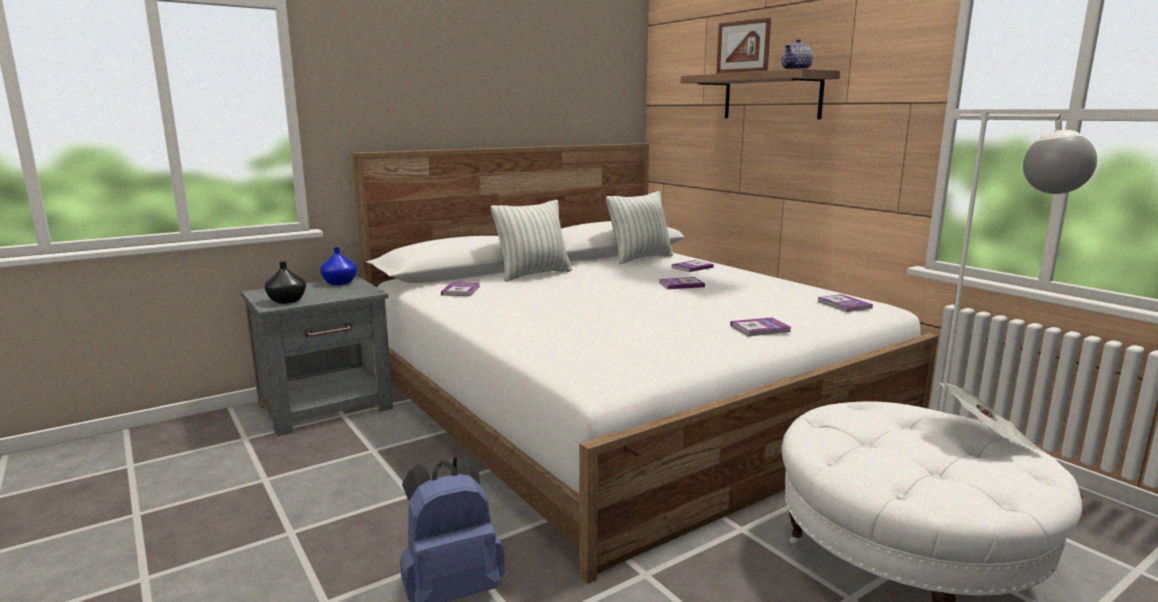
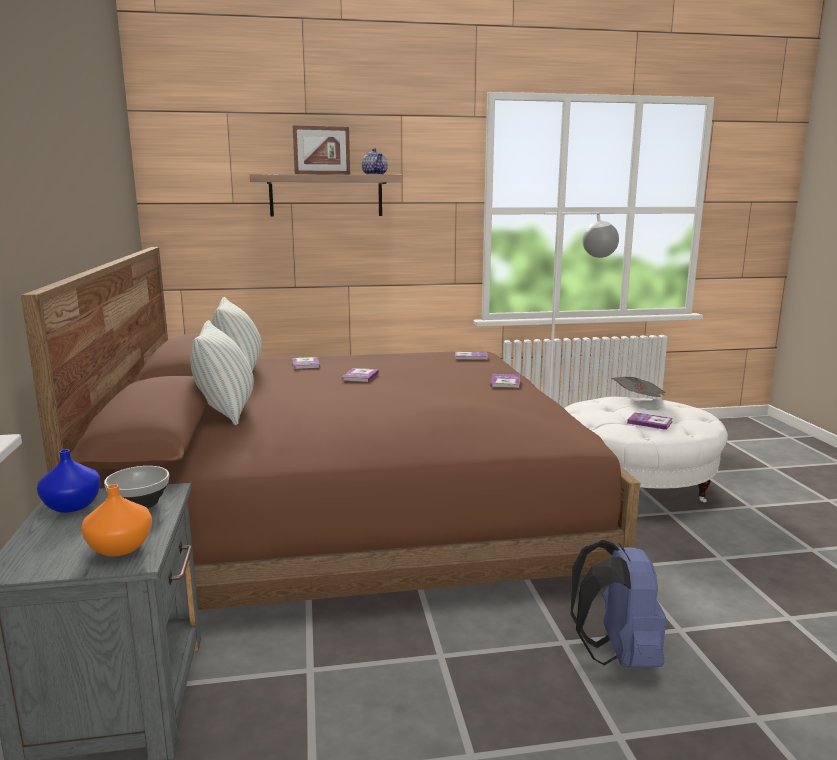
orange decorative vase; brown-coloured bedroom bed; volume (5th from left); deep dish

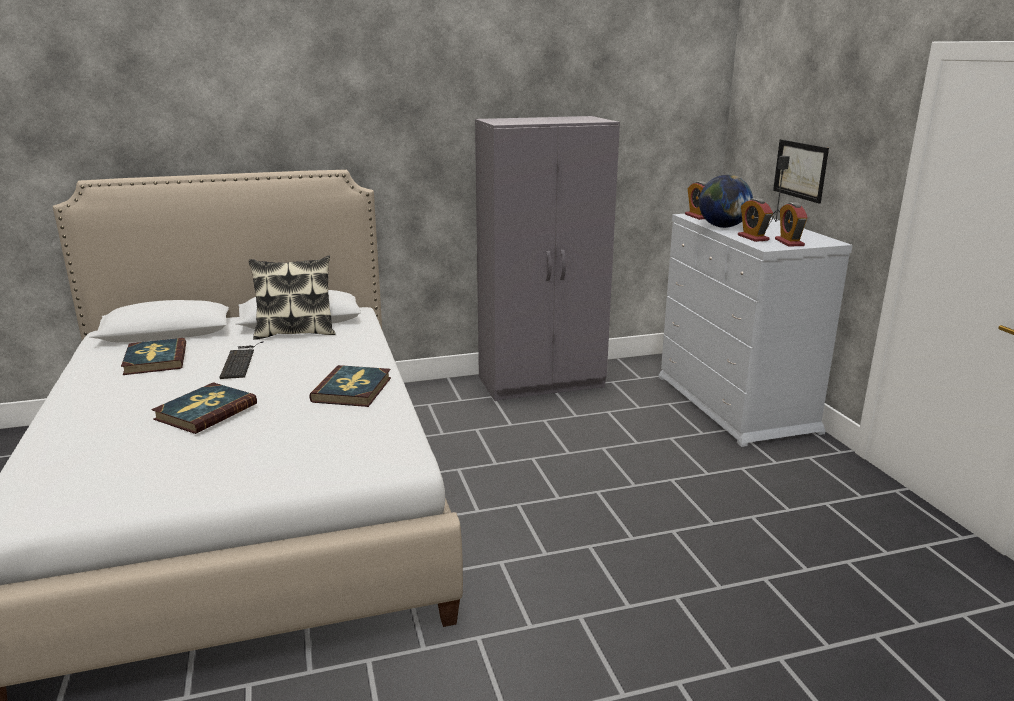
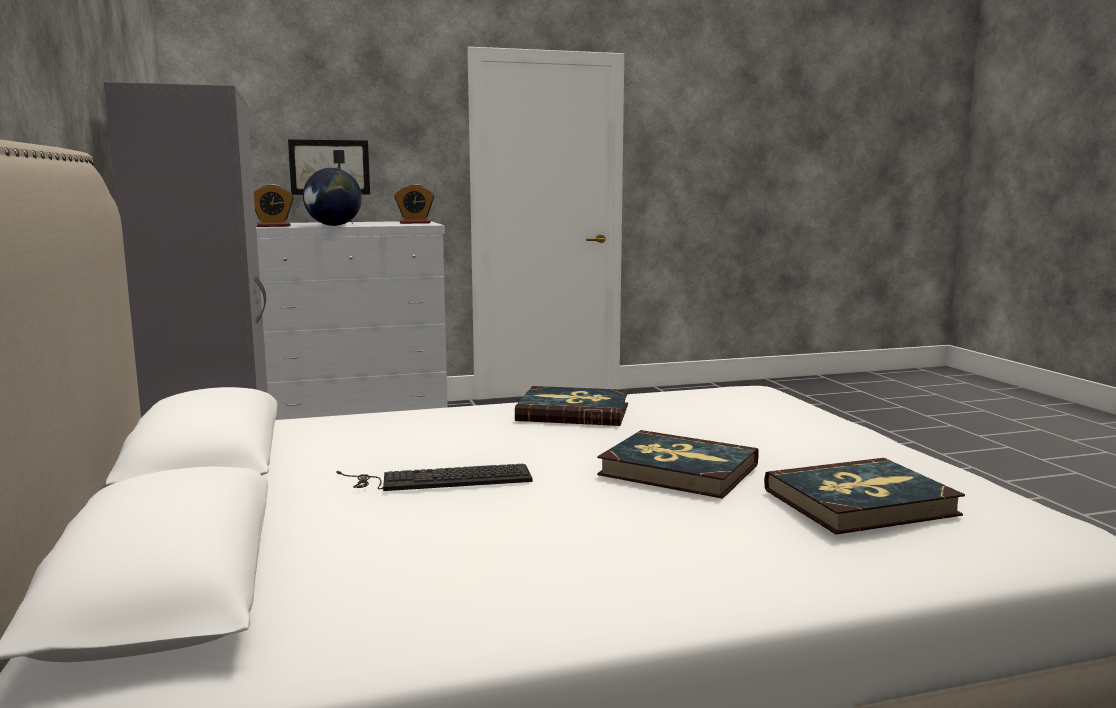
volume (3rd from left); throw pillow; alarm clock (2nd from left in the first image)

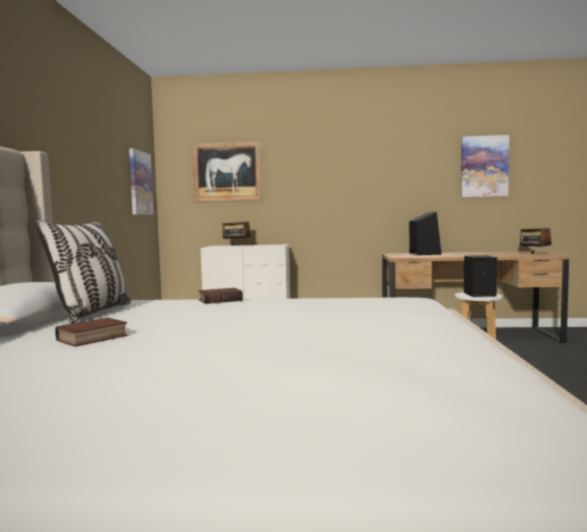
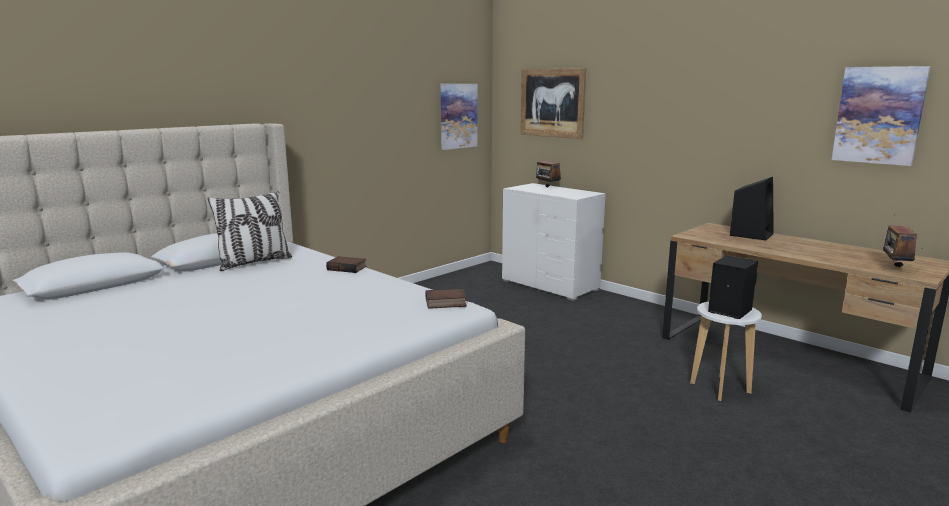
volume (2nd from left)

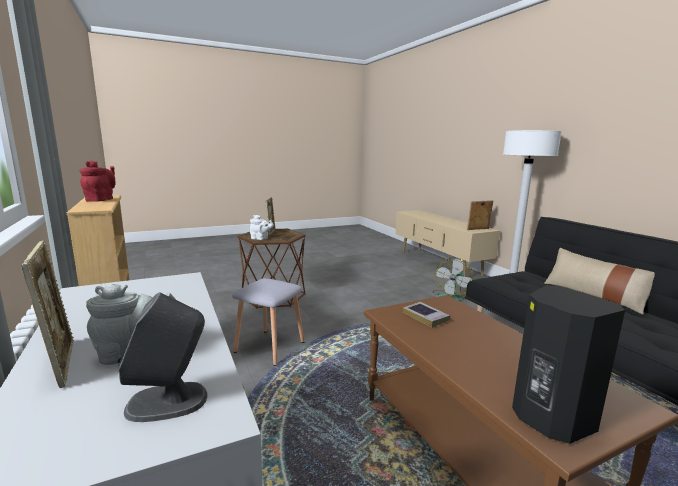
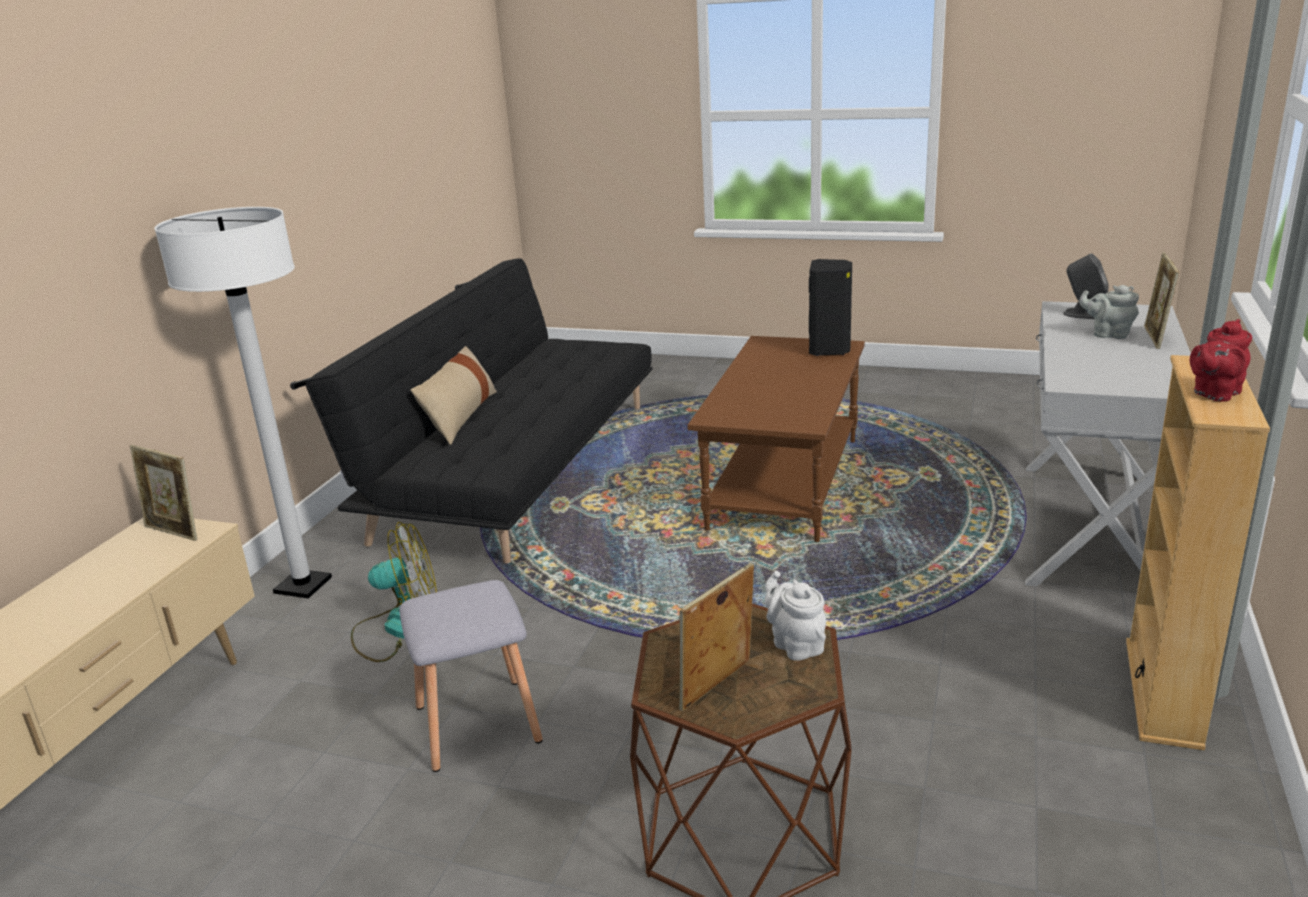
grey stool seat; volume

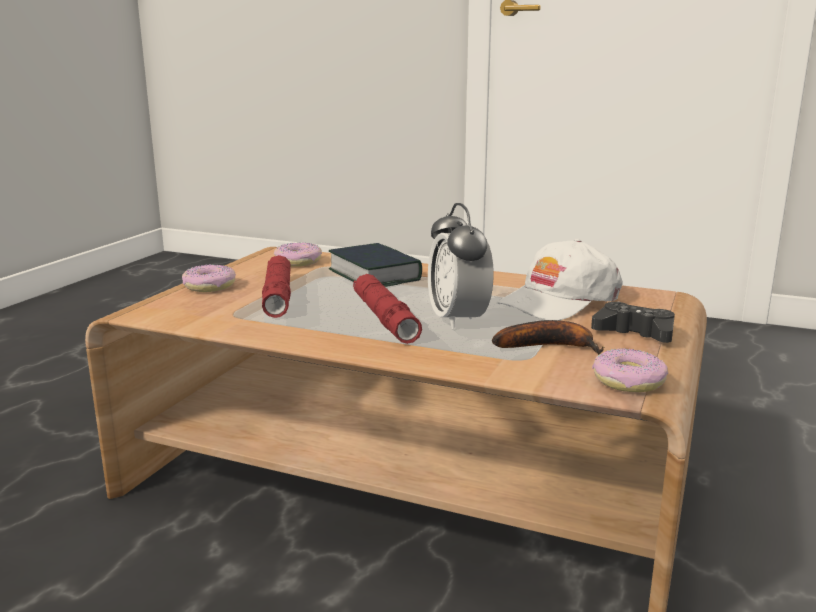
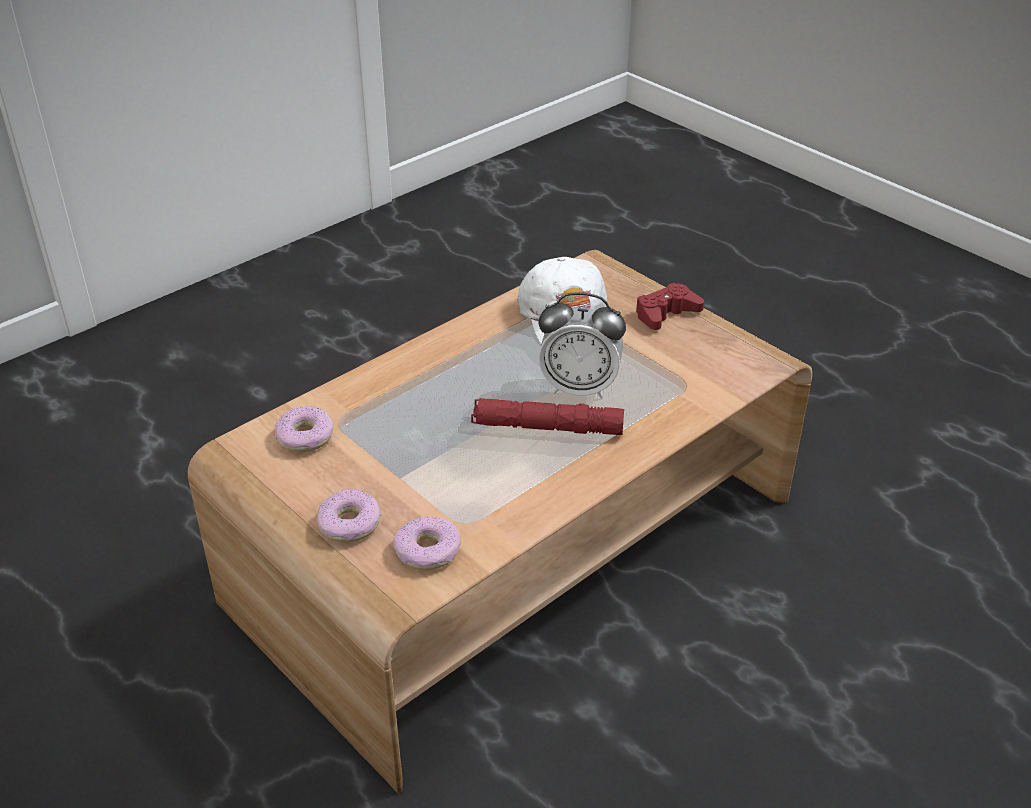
red flashlight (1st from left in the first image); volume; whole banana; red game controller; donut (3rd from left)

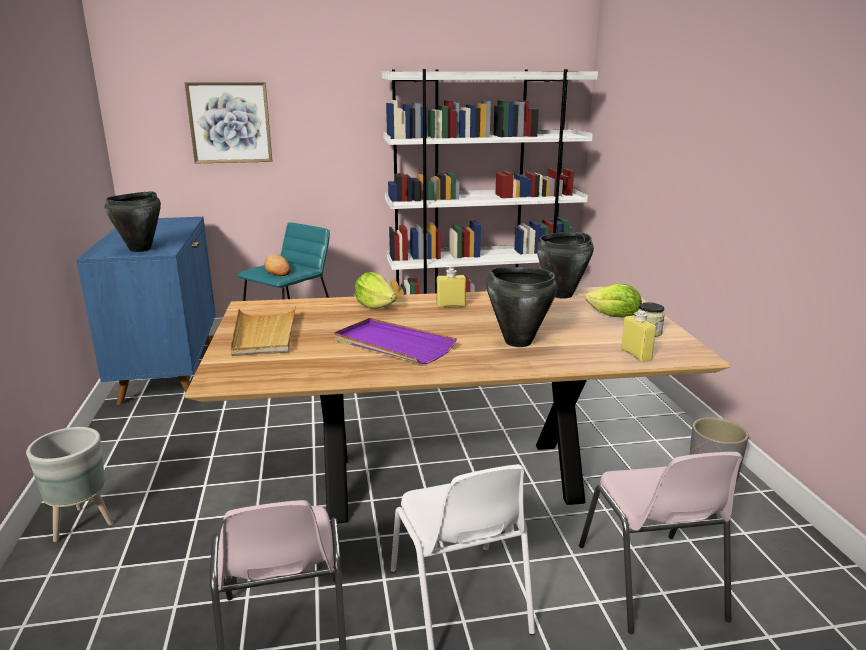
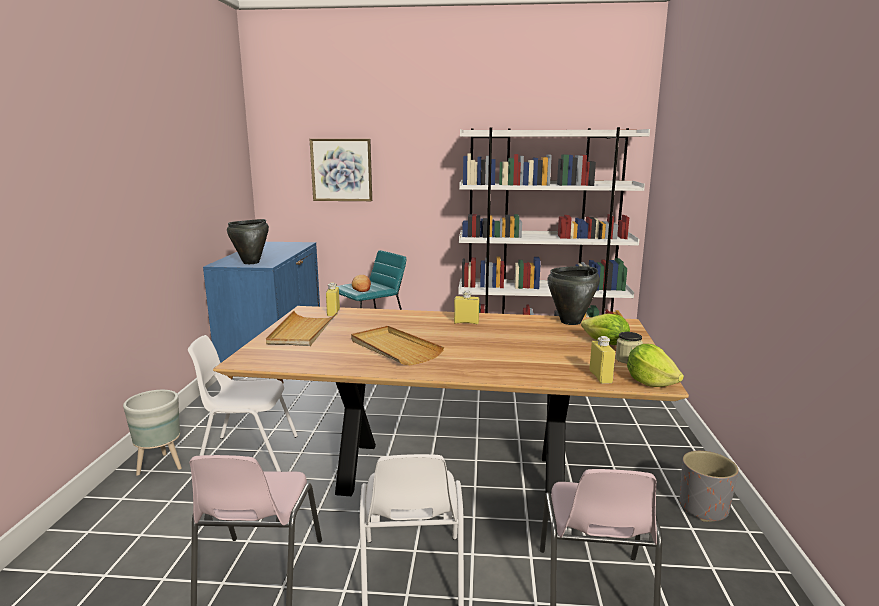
beige carrying tray (2nd from left); lettuce (2nd from left); blackish cooking pot (2nd from left in the first image); white chair (1st from left); yellowish beverage bottle (1st from left)

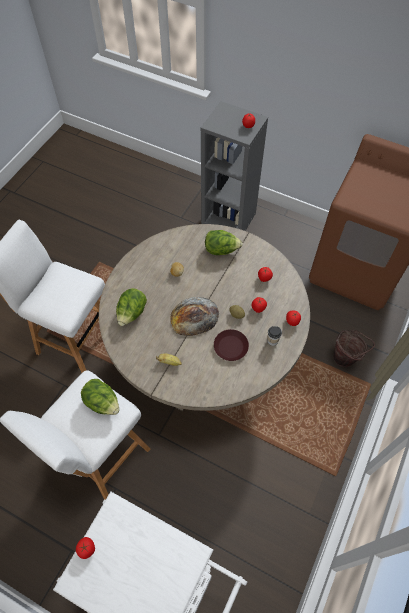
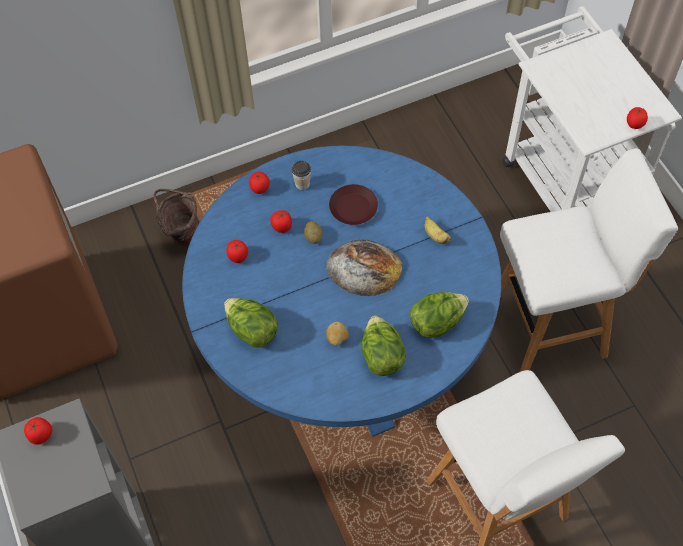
lettuce (2nd from left); blue-coloured kitchen table

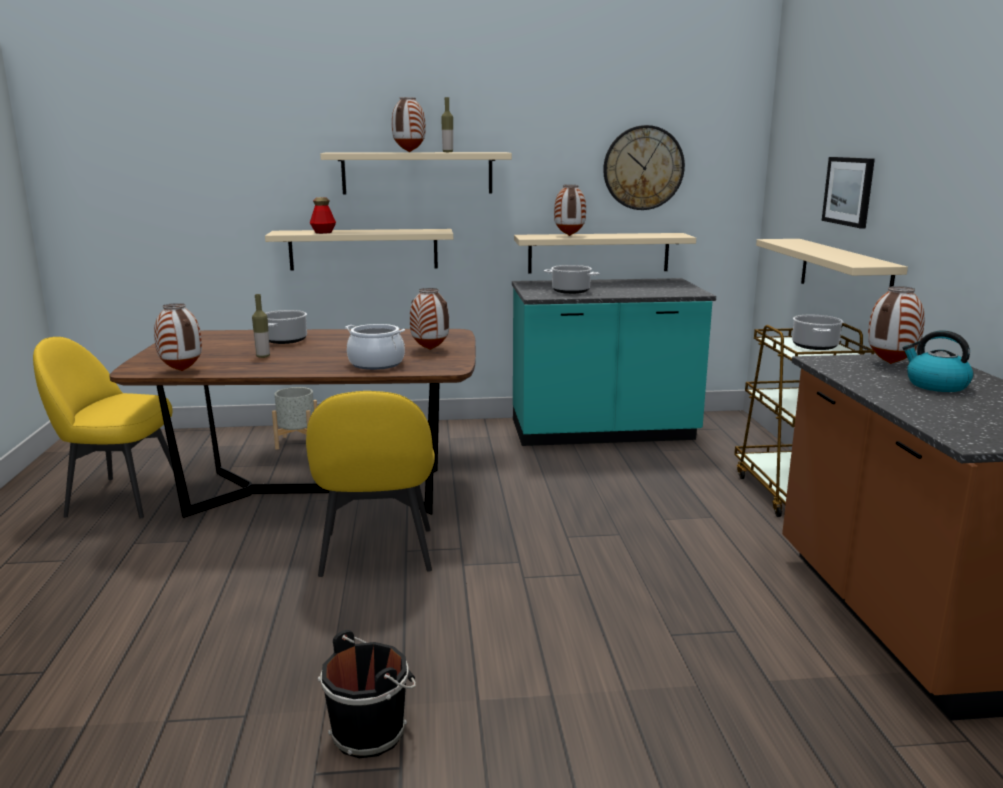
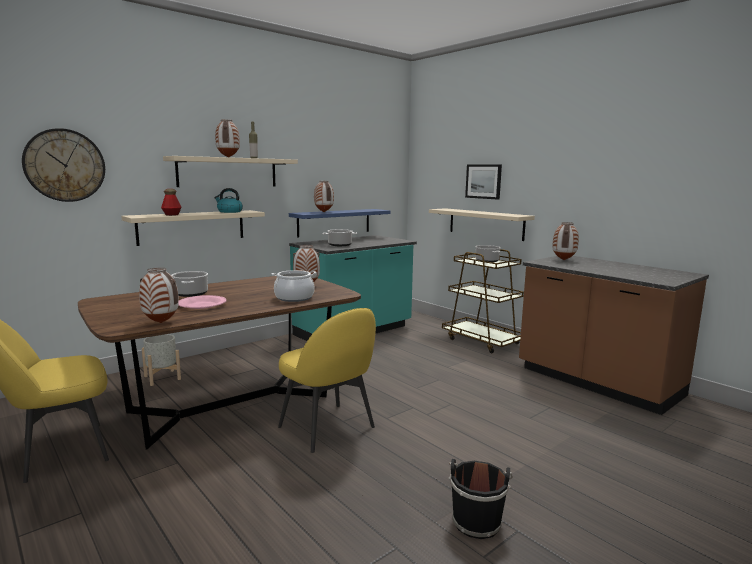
pink plate; blue-coloured bracket shelf; clock on the wall; water kettle

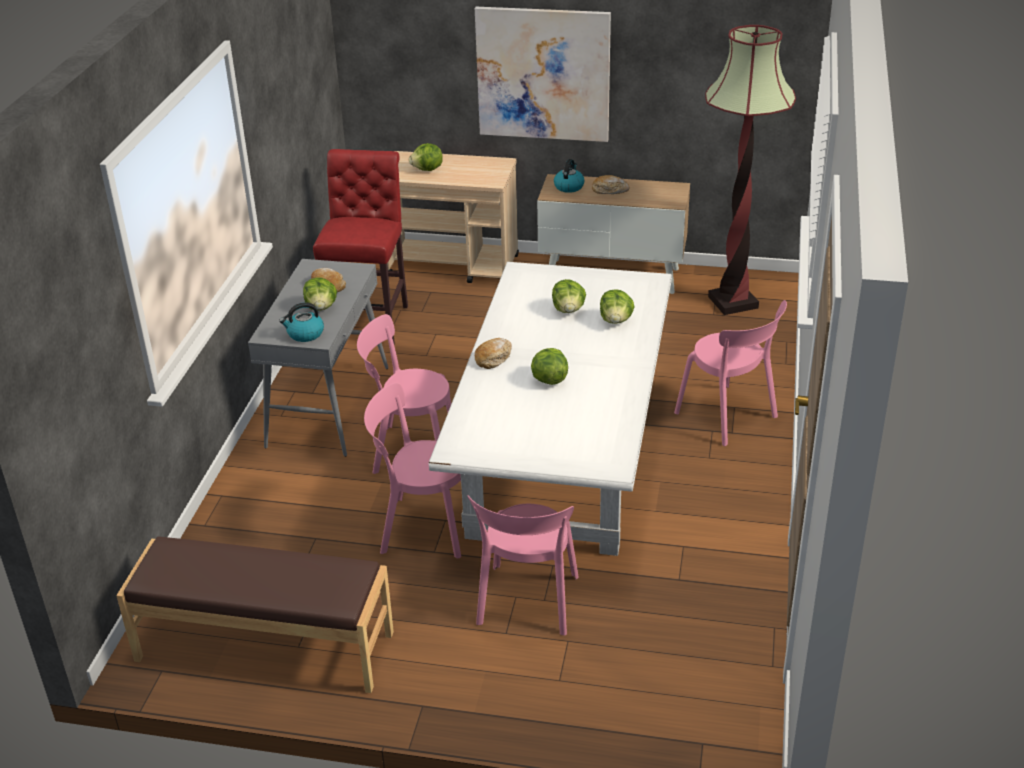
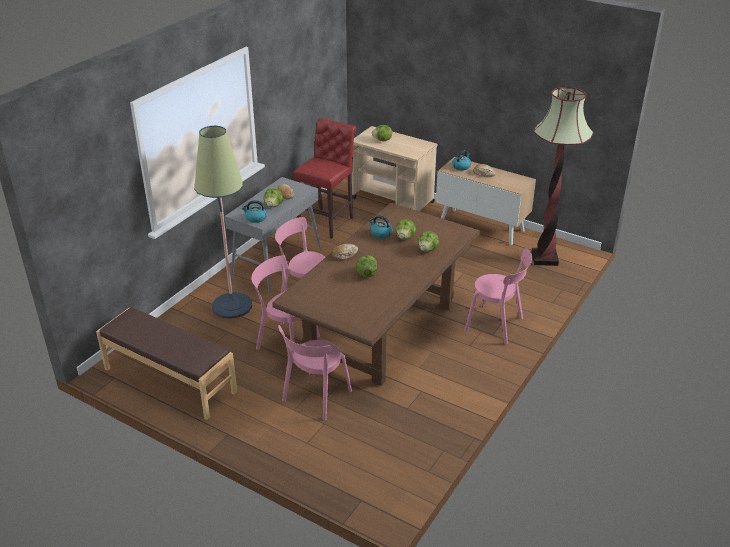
brown-coloured kitchen table; picture; pink chair (4th from left); floor lamp (1st from left); water kettle (2nd from left)

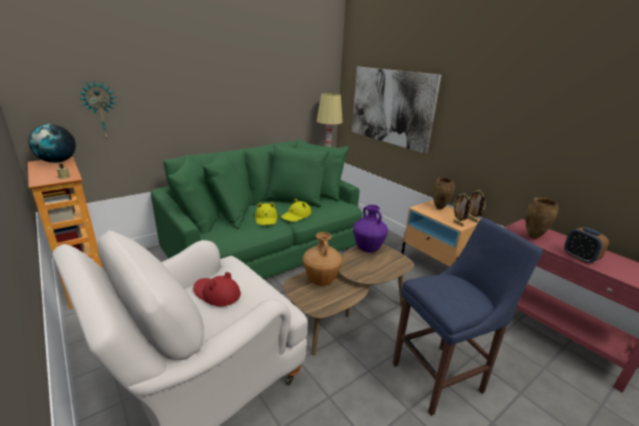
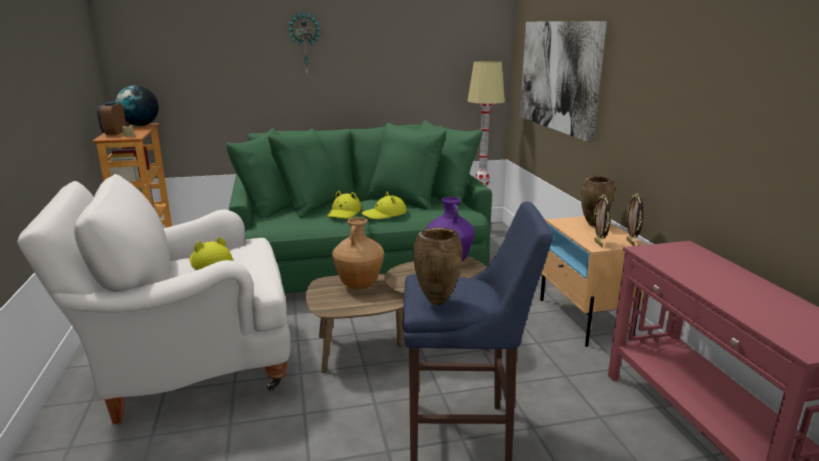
clock on the wall; yellowish wearable hat (1st from left); brown-coloured decorative vase (2nd from left); alarm clock

